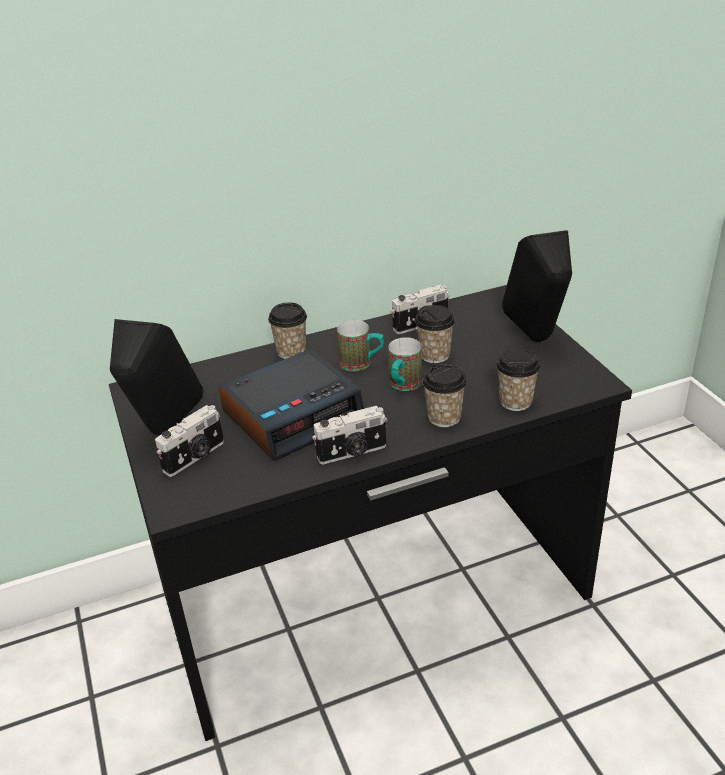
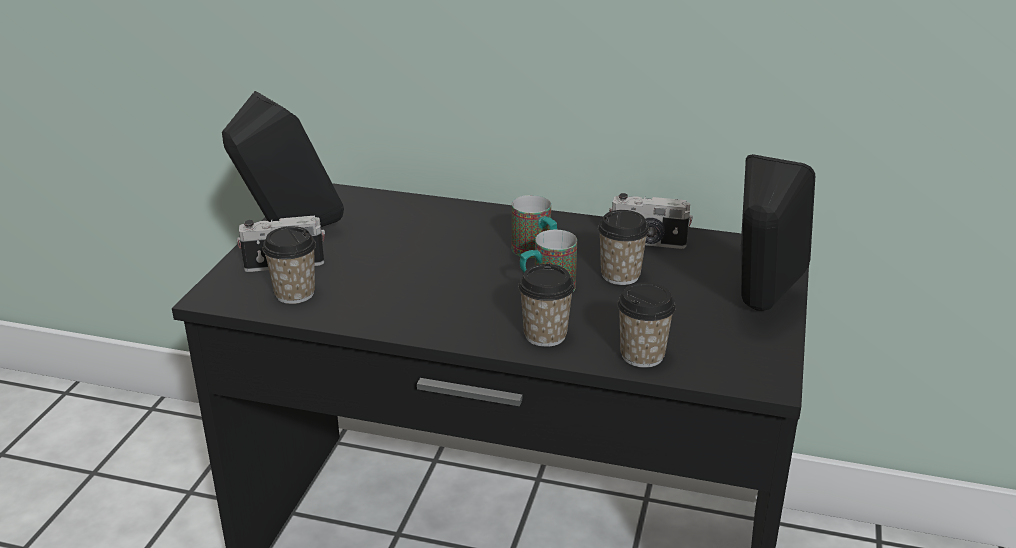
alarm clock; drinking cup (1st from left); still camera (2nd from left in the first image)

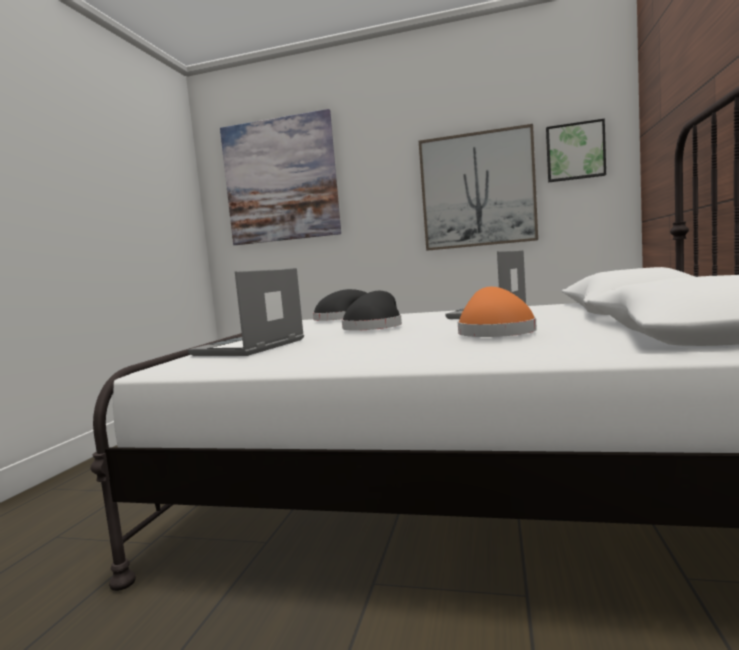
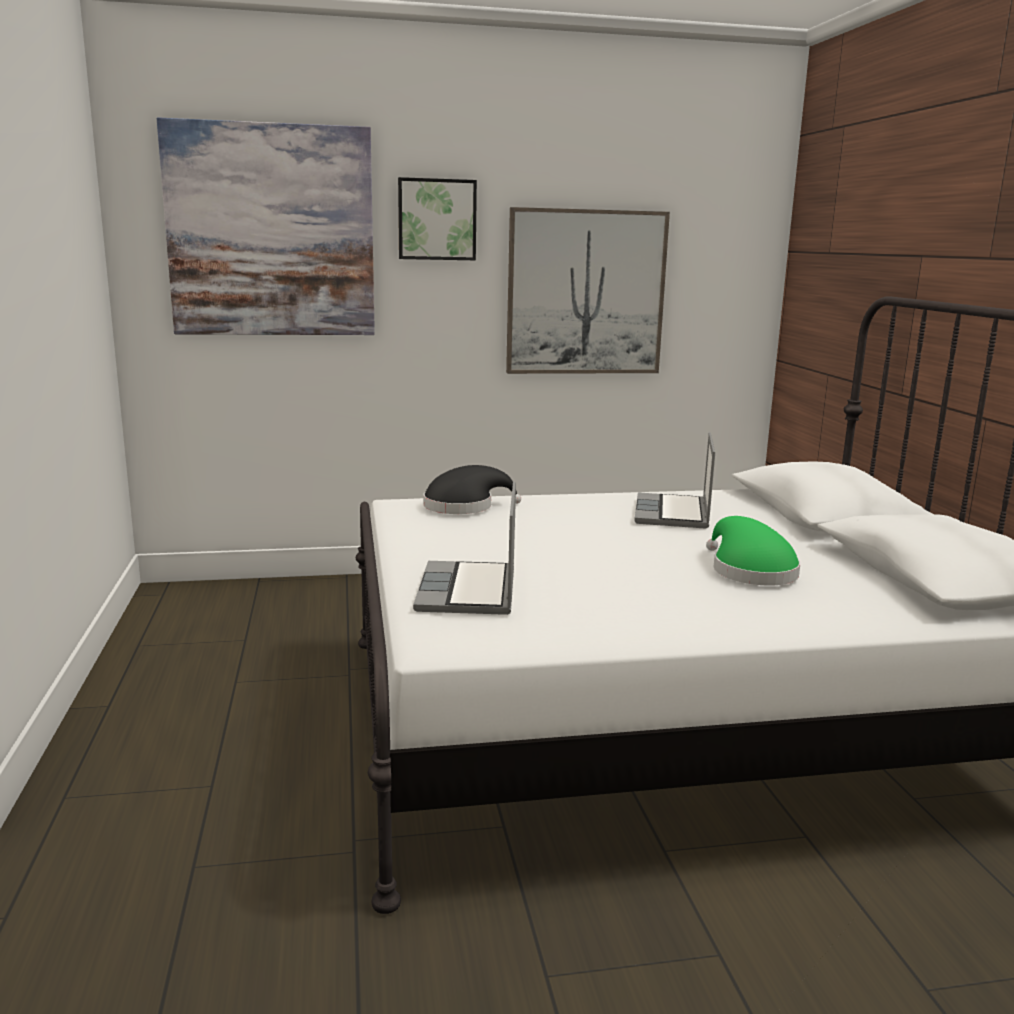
blackish wearable hat (2nd from left in the first image); greenish wearable hat; picture (2nd from left)

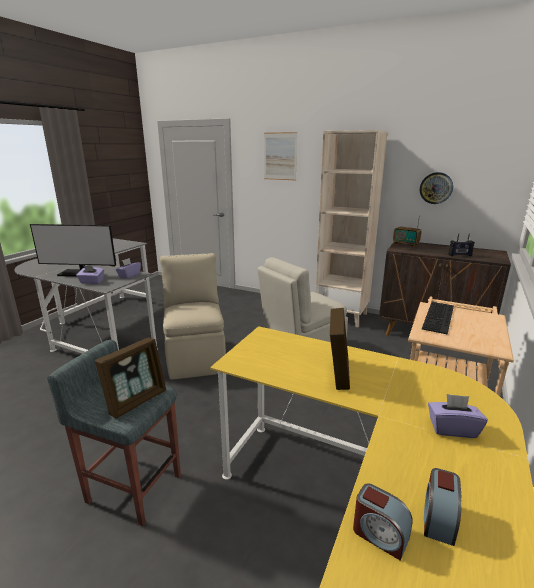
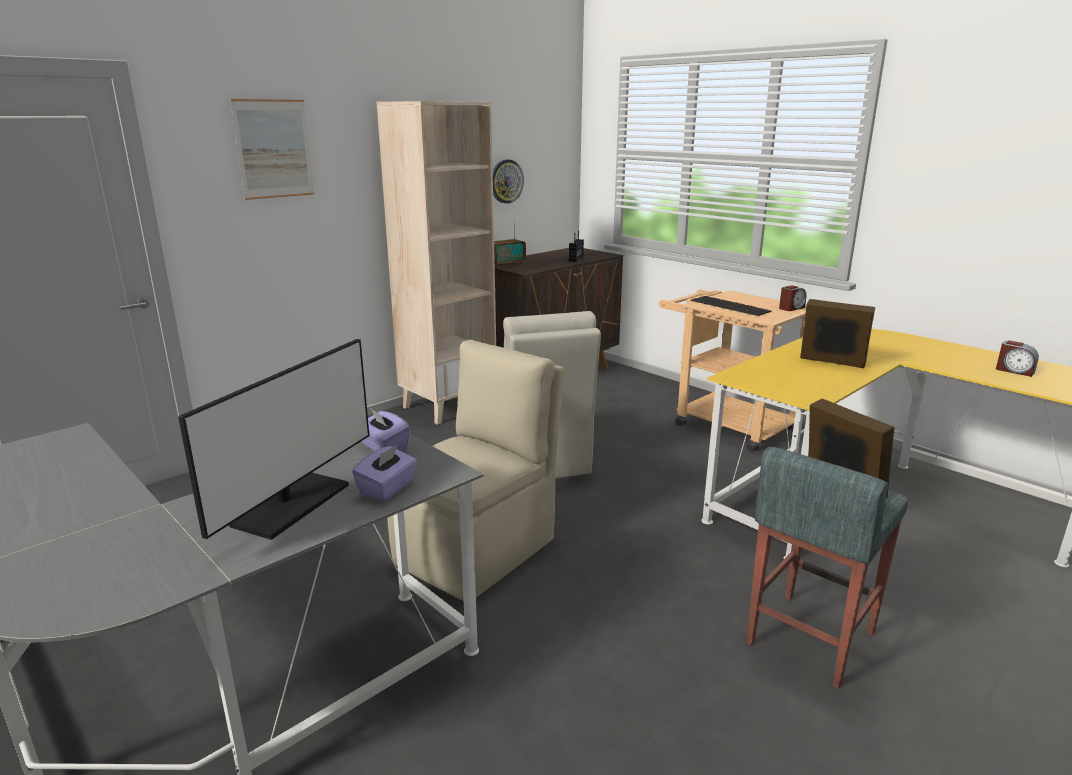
beige chair (1st from left); alarm clock (1st from left); purple tissue holder (3rd from left in the first image)

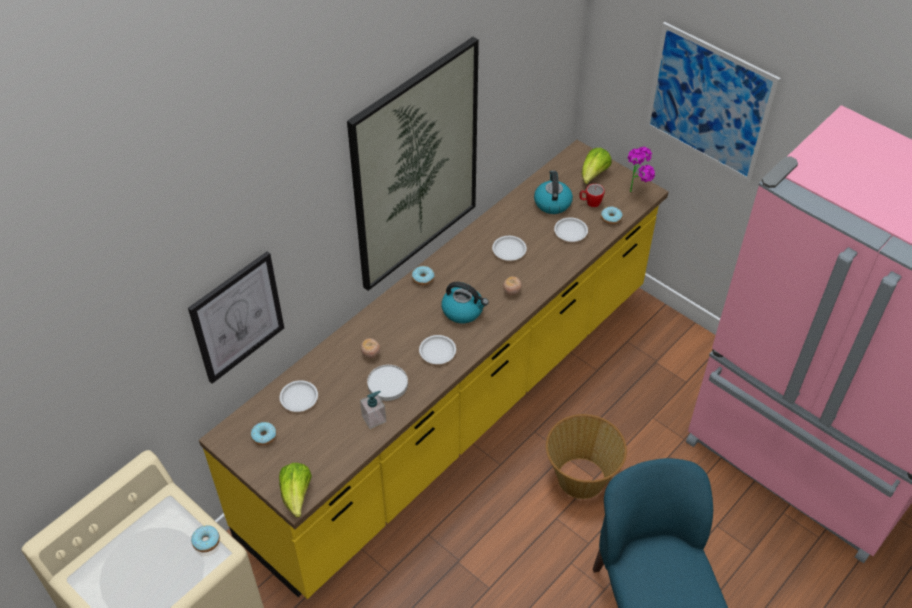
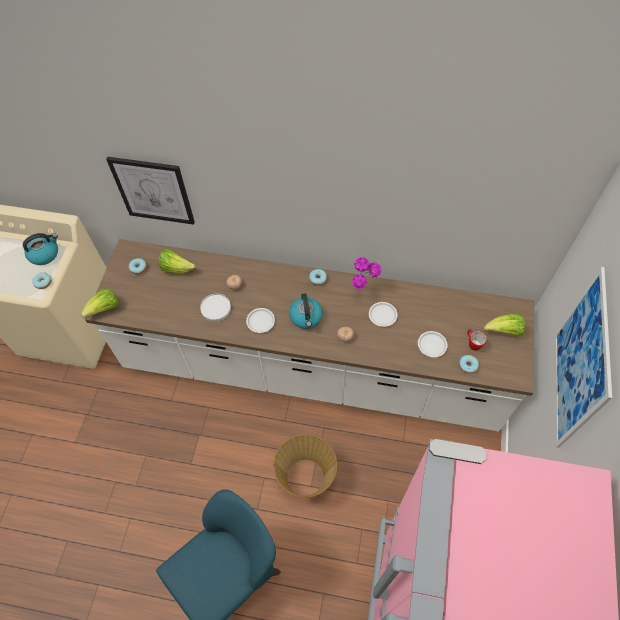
white kitchen base unit; lettuce (2nd from left); picture (2nd from left in the first image); liquid soap bottle; water kettle (1st from left); houseplant

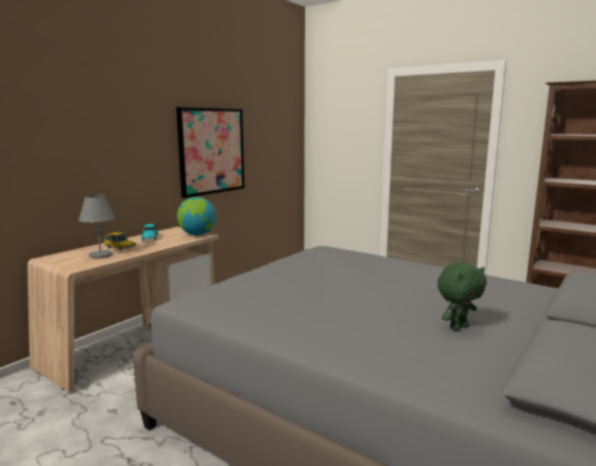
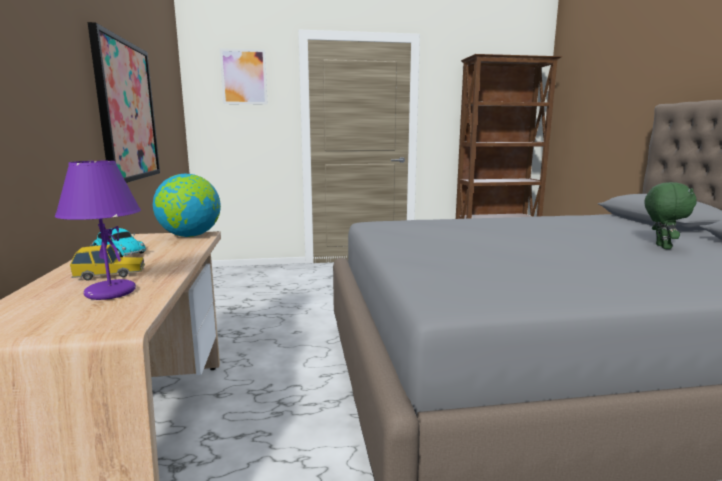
purple tabletop lamp; picture (2nd from left)

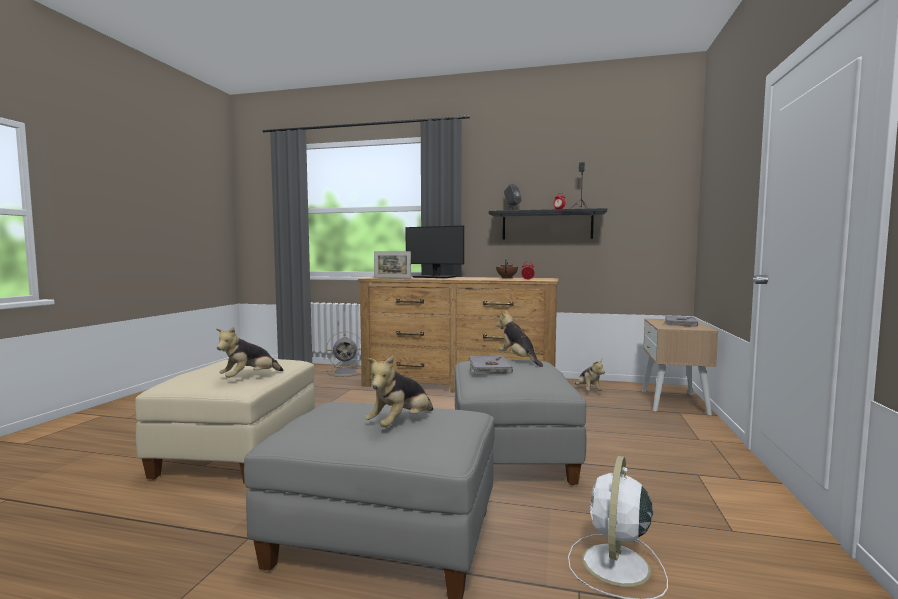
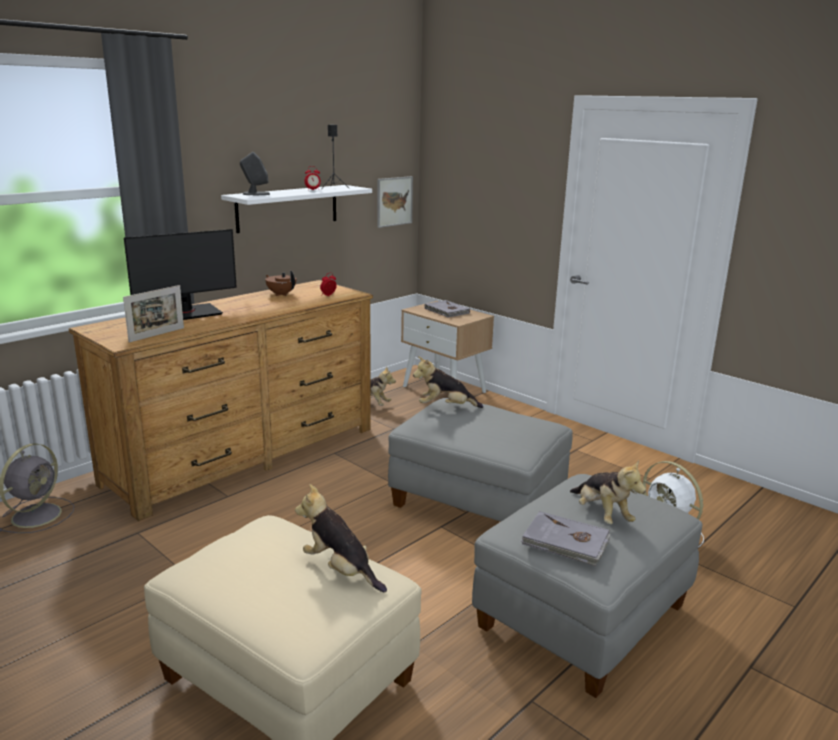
plush toy (1st from left); grey volume (2nd from left); white bracket shelf; picture

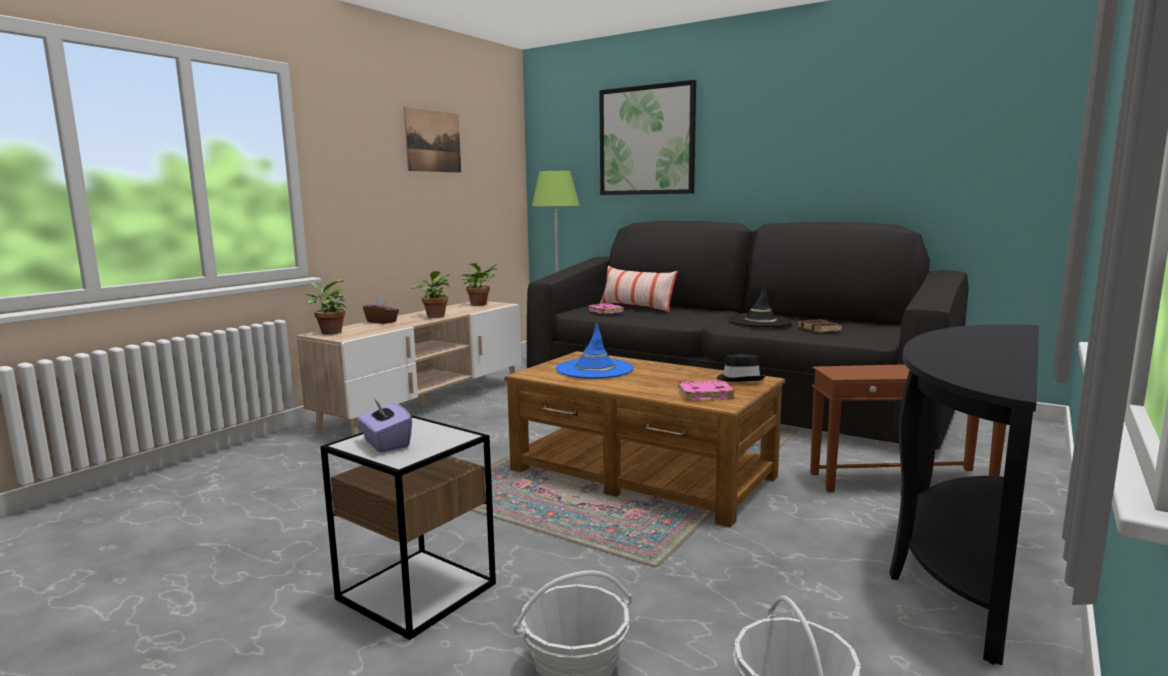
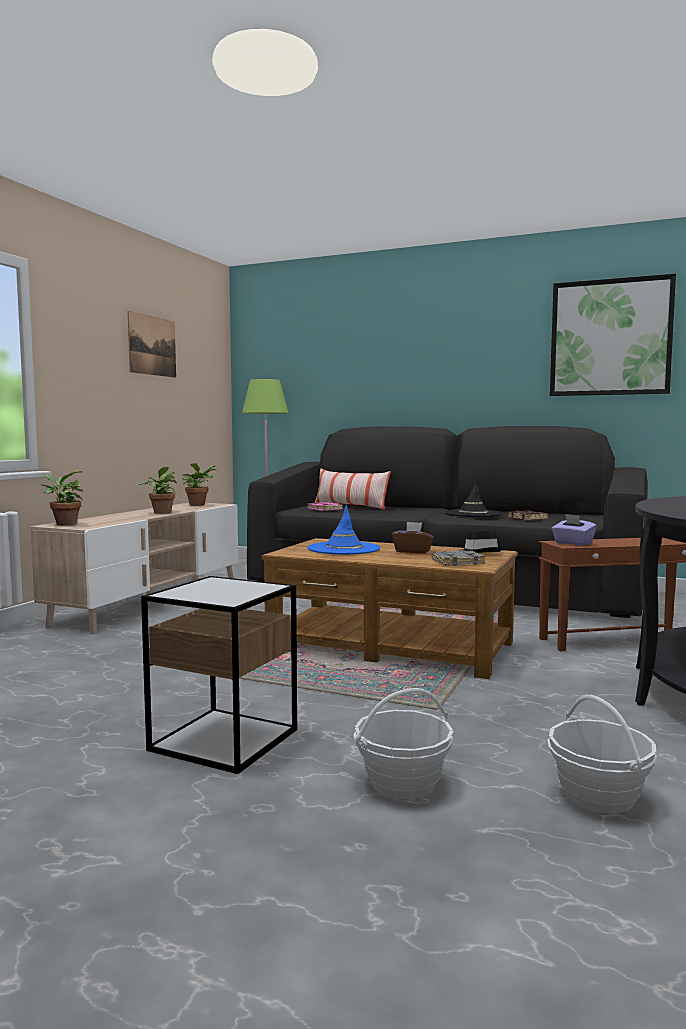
purple tissue holder; brown-coloured tissue holder; picture (2nd from left); grey volume

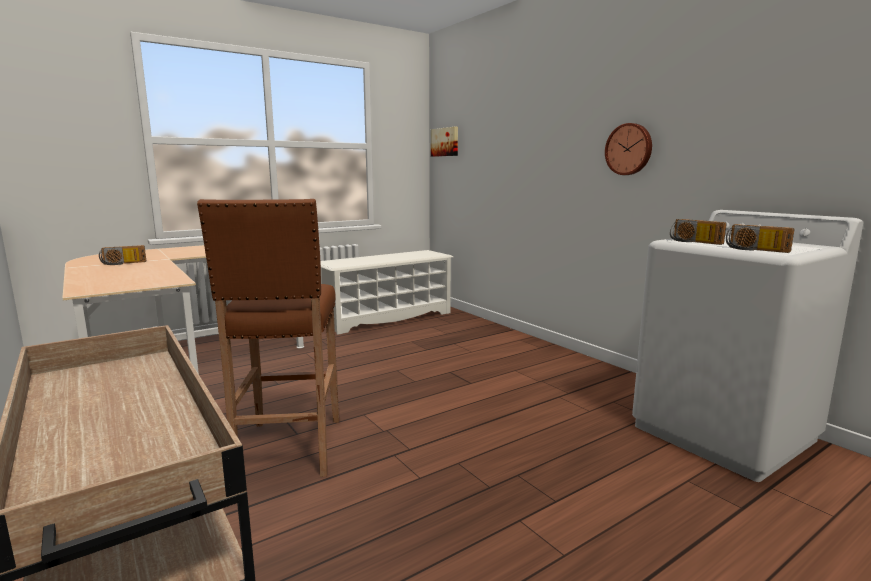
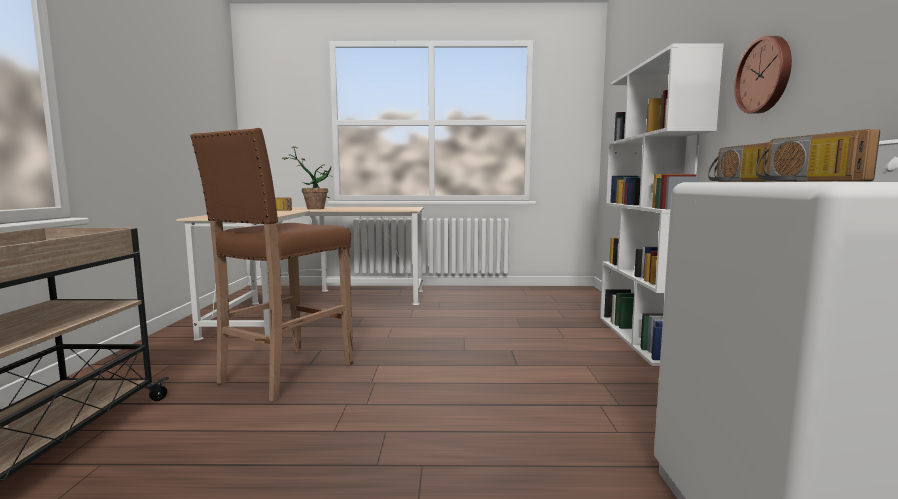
white shoe rack; picture; houseplant; white bookcase

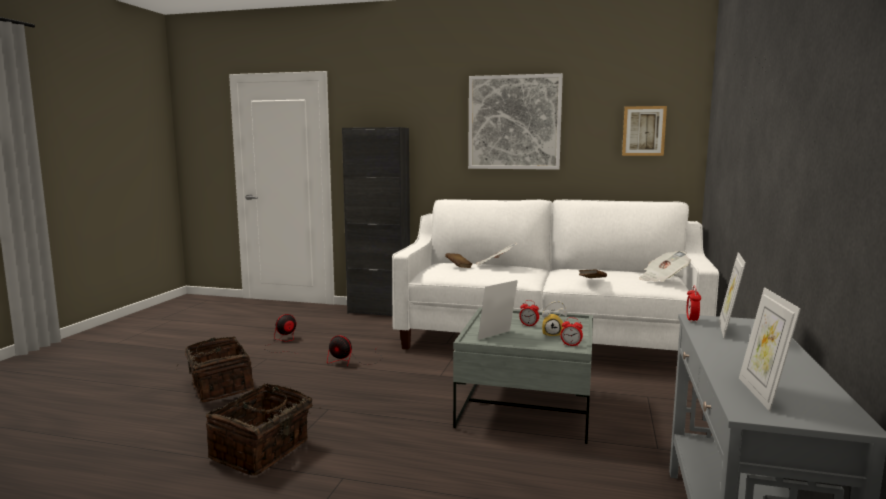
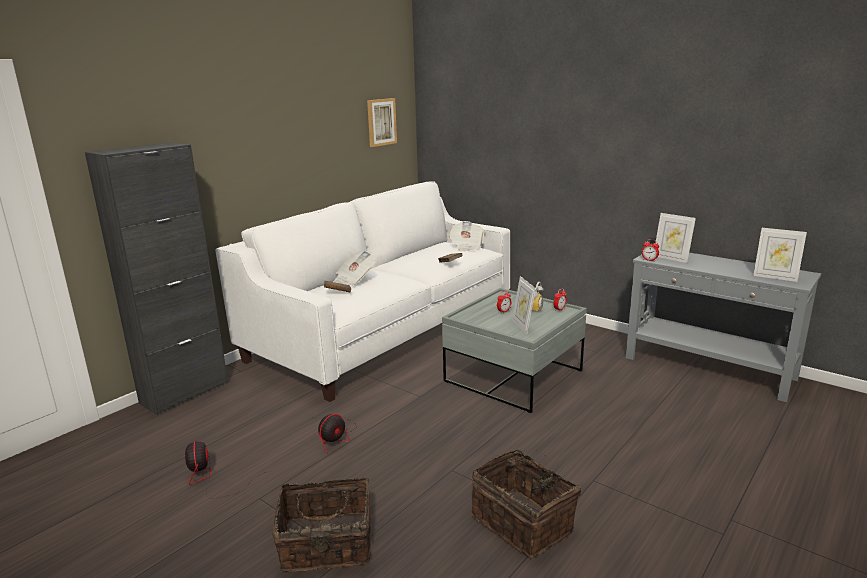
picture (1st from left in the first image)

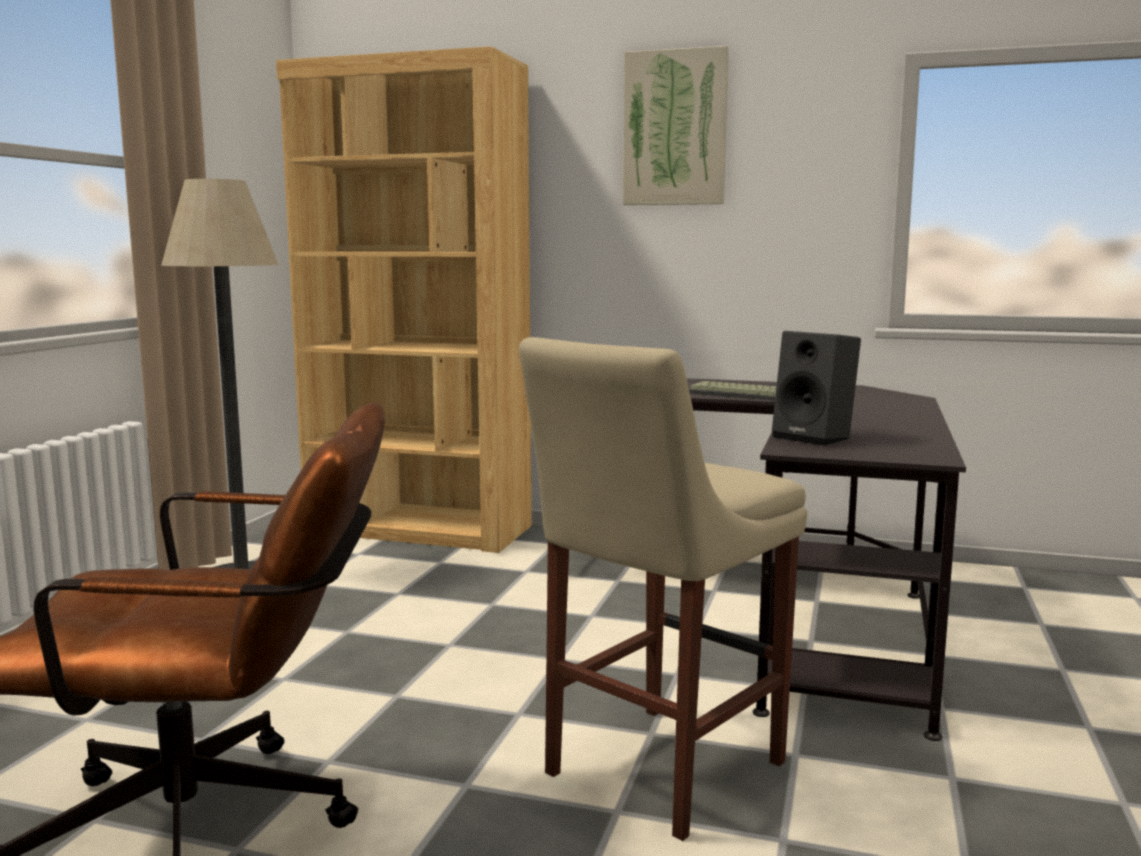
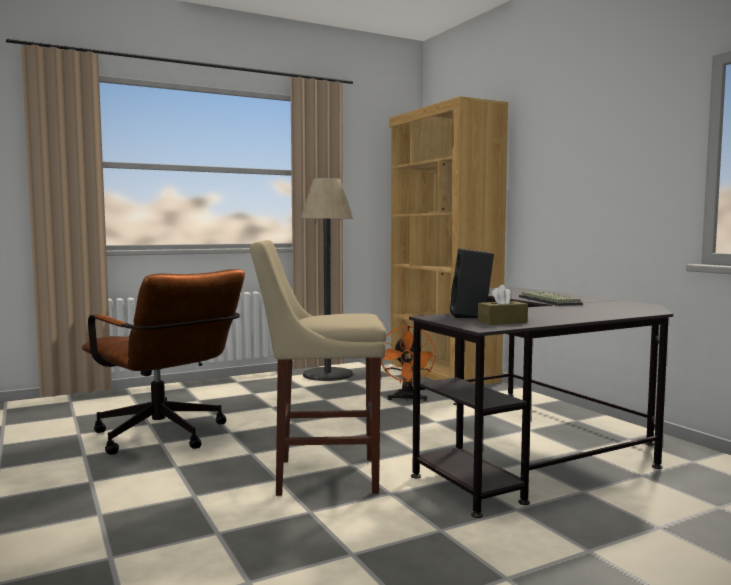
picture; orange fan; brown-coloured tissue holder

